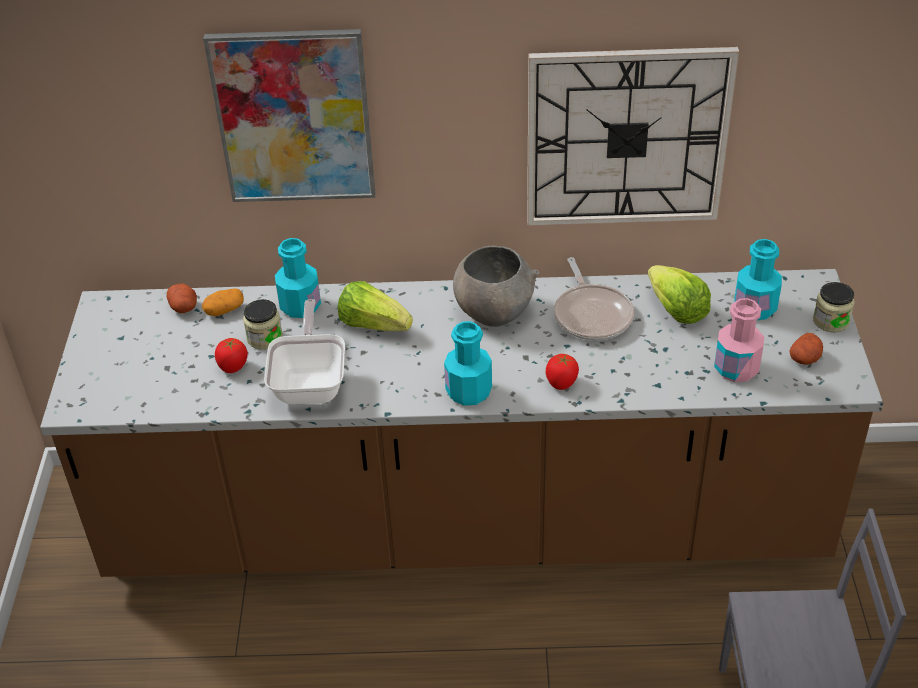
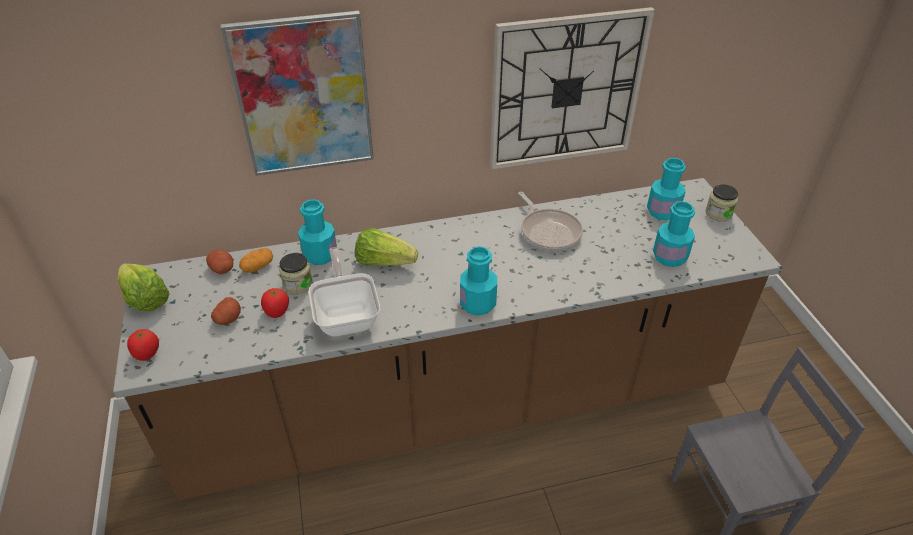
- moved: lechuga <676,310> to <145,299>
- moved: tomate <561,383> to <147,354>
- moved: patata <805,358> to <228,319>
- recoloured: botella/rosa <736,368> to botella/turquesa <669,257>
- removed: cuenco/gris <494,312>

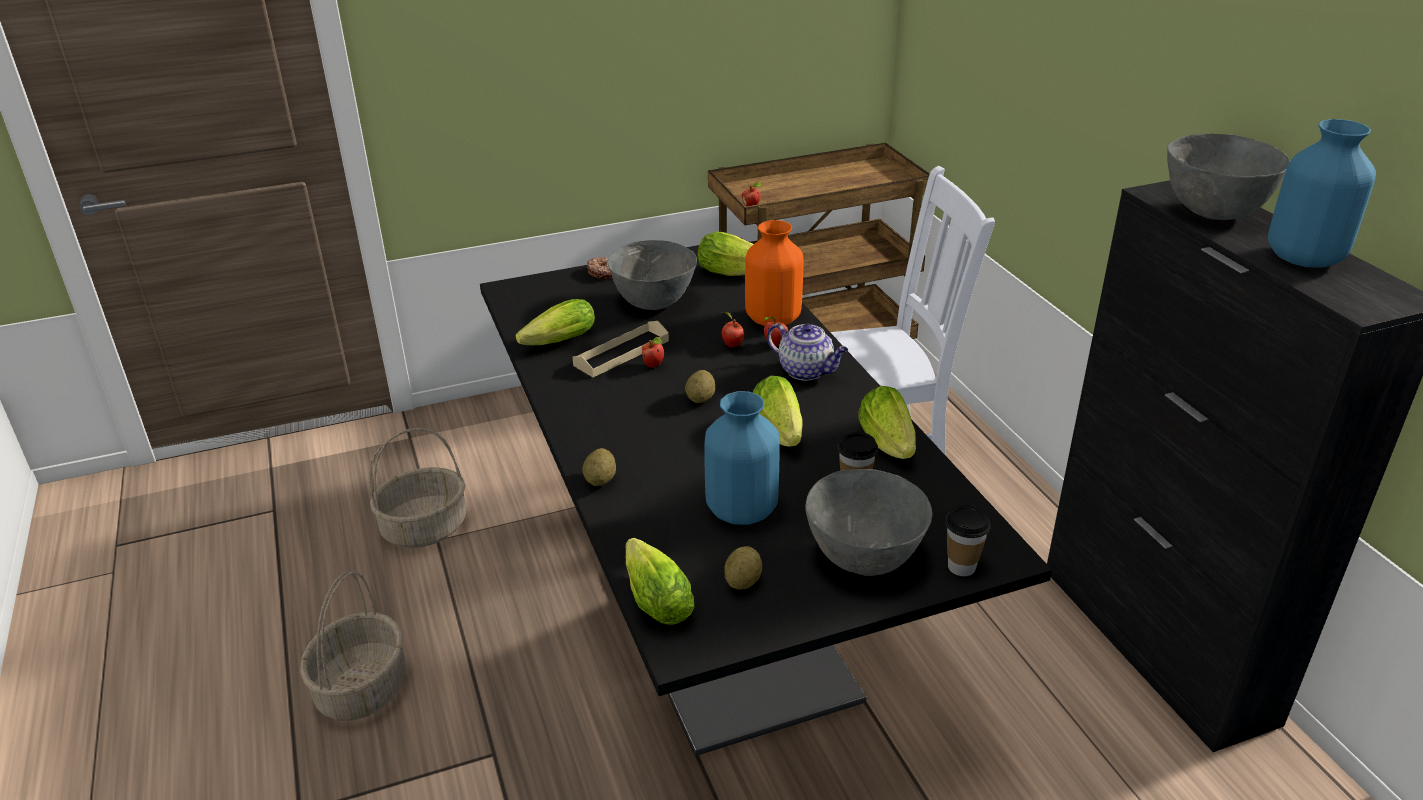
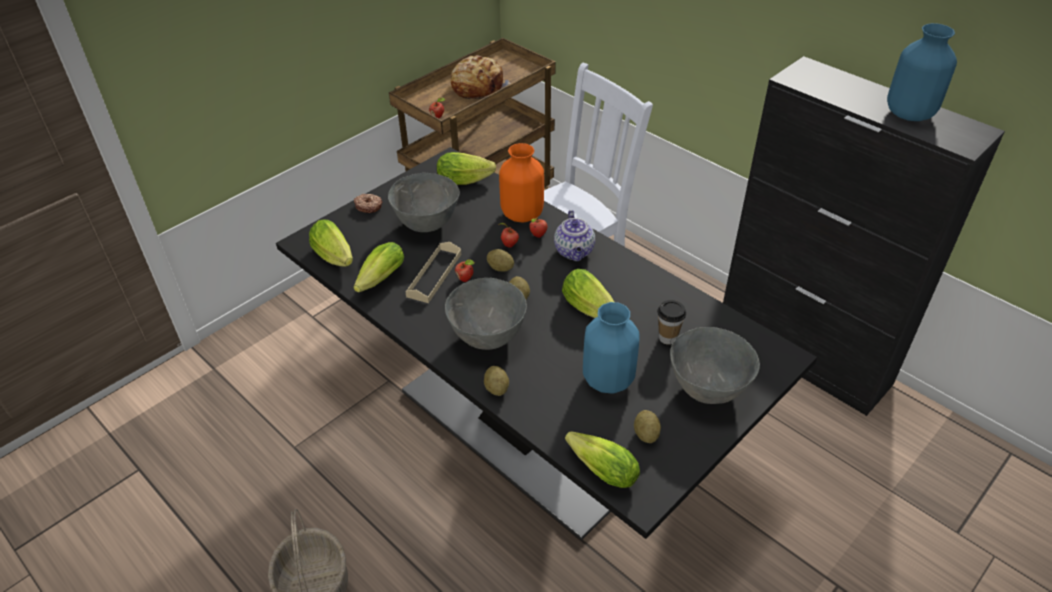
- moved: lechuga <889,445> to <335,257>
- moved: cuenco/gris <1214,213> to <488,337>
- added: pan <478,86>
- added: patata <500,268>
- turned: tetera <807,371> = <574,252> 75 degrees clockwise
- removed: cesta <424,529>
- removed: taza <961,567>

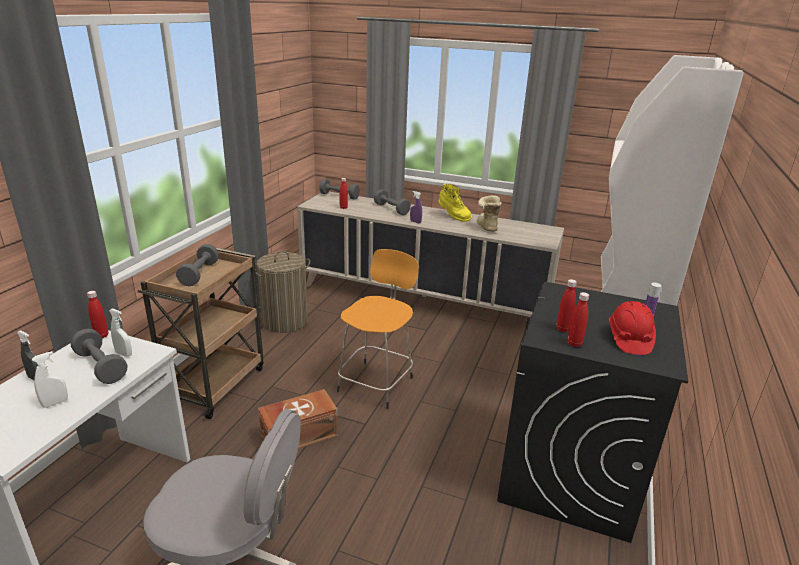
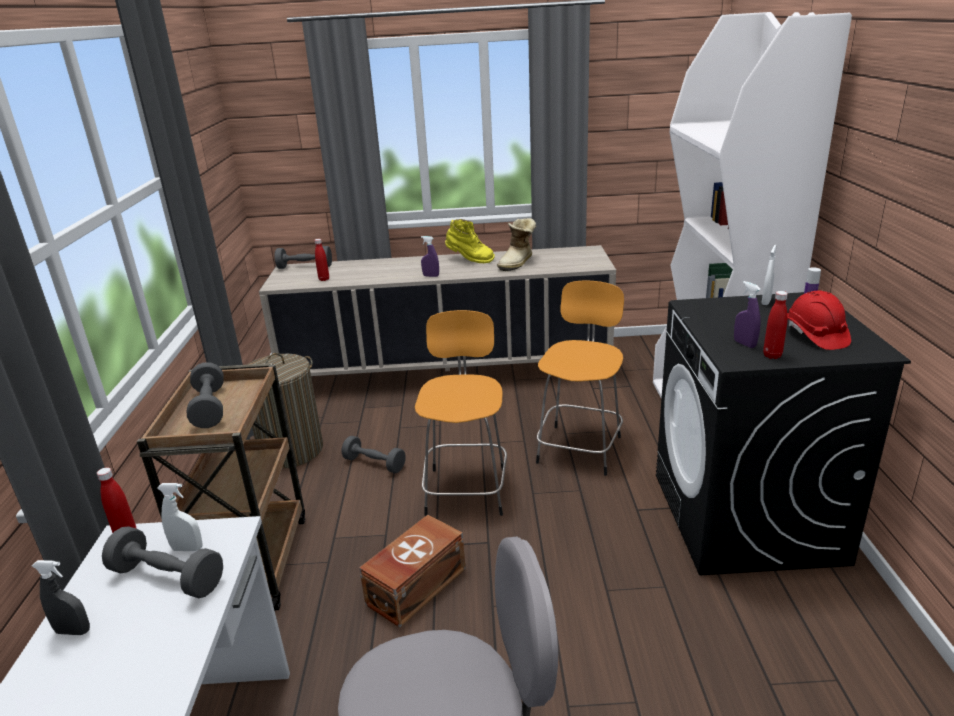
- moved: mancuerna/gris <391,209> to <374,464>
- turned: bota <486,227> = <518,263> 120 degrees counterclockwise
- added: taburete/naranja <580,448>
- replaced: botella/rojo <563,329> to pulverizador/morado <744,344>
- moved: pulverizador/blanco <55,403> to <766,301>

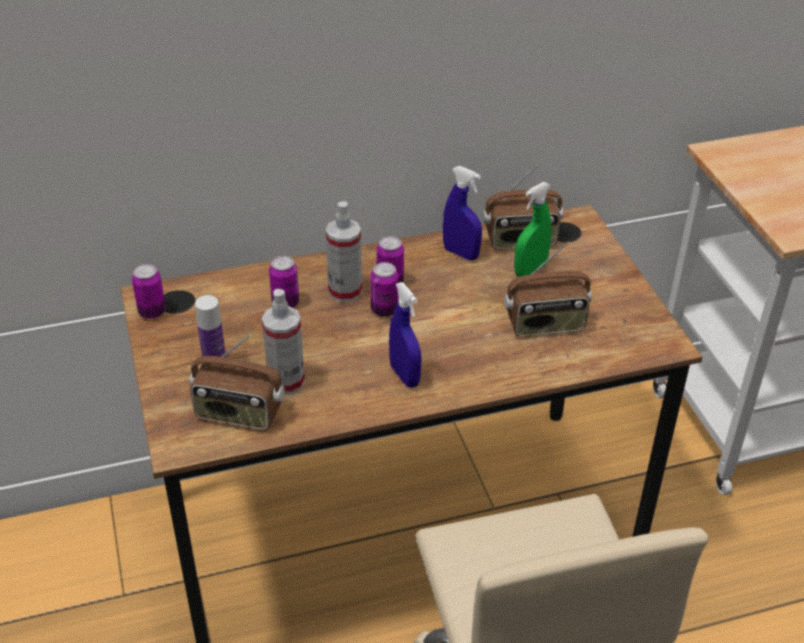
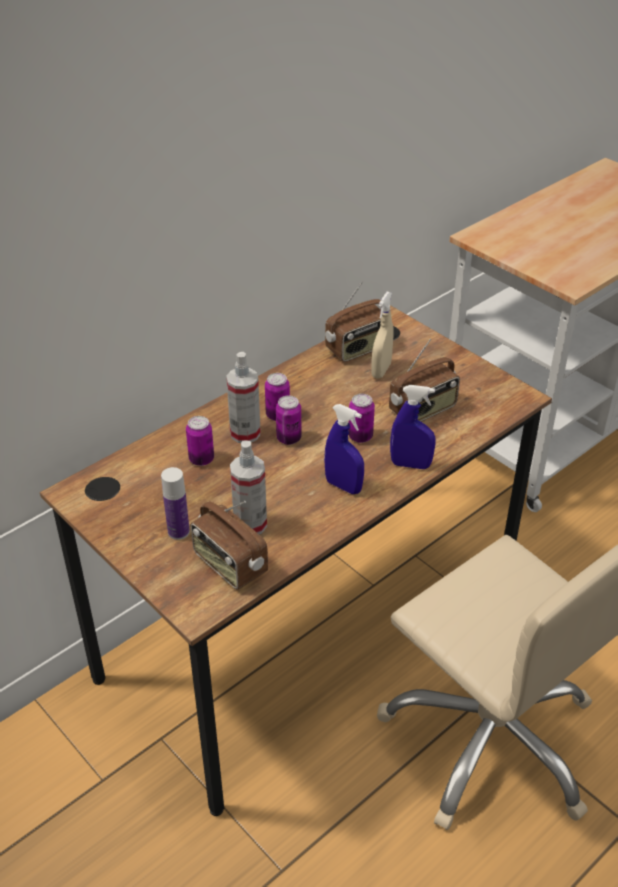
- turned: radio <238,414> = <229,565> 60 degrees clockwise
- moved: lata <152,312> to <360,436>
- recoloured: pulverizador/verde <530,270> to pulverizador/beis <381,370>
- moved: pulverizador/azul <461,253> to <410,464>

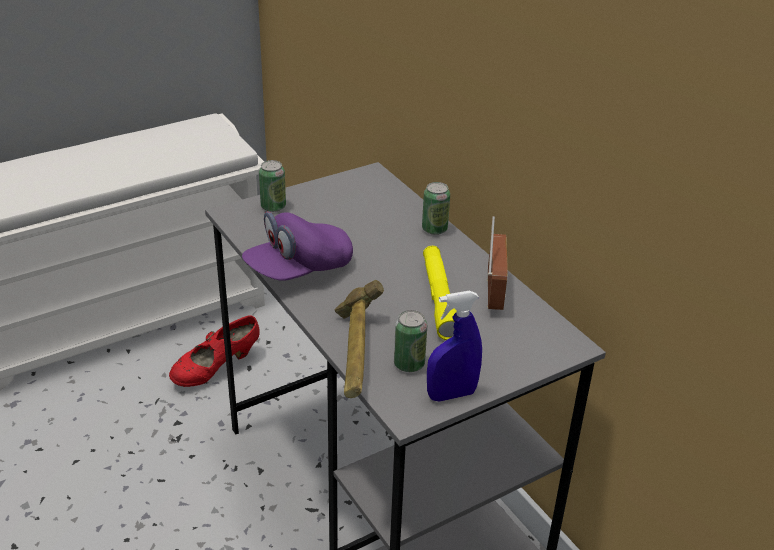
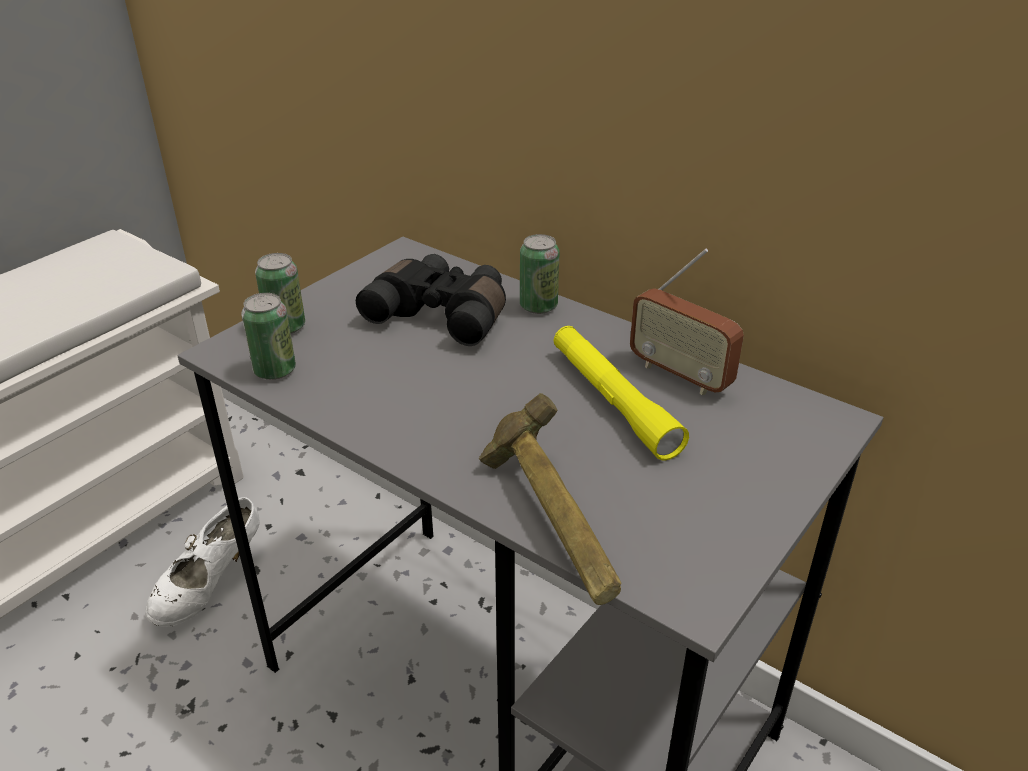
- recoloured: zapato/rojo <216,369> to zapato/blanco <210,586>
- moved: lata <409,364> to <275,370>
- added: prismáticos/negro <442,314>
- turned: radio <493,294> = <680,375> 150 degrees clockwise
- removed: gorra/morado <299,269>
- removed: pulverizador/azul <451,394>

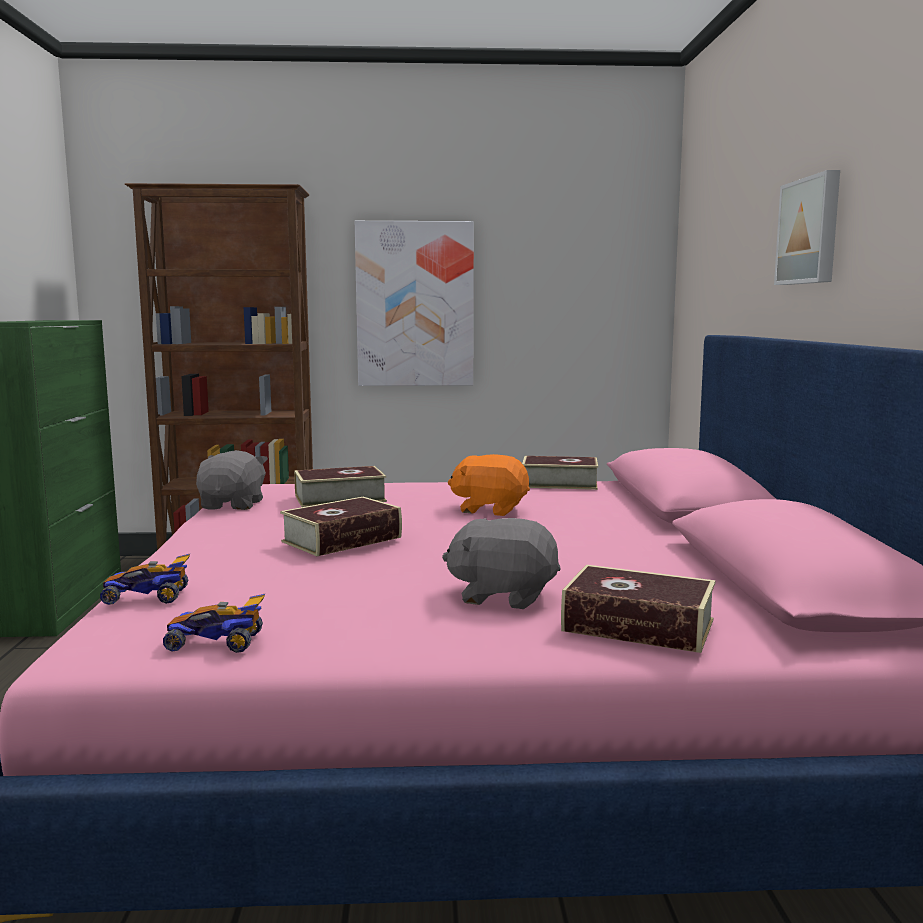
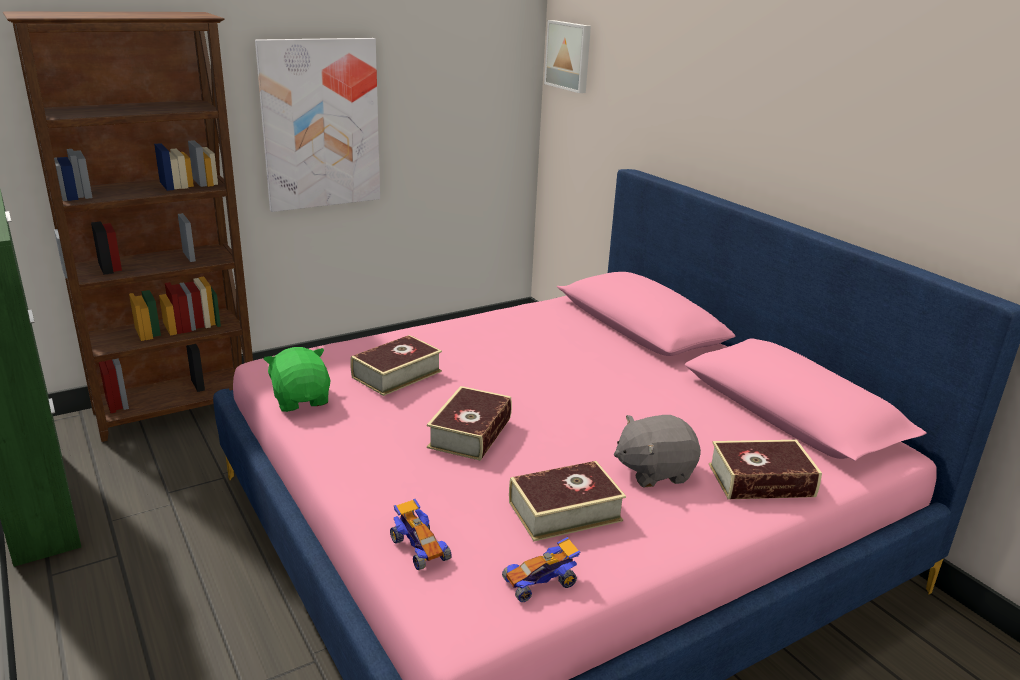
- recoloured: peluche/gris <233,505> to peluche/verde <301,399>
- turned: coche de juguete <149,597> = <419,548> 90 degrees counterclockwise
- moved: libro <559,483> to <564,511>
- moved: cuadro <811,231> to <569,56>
- removed: peluche/naranja <490,509>

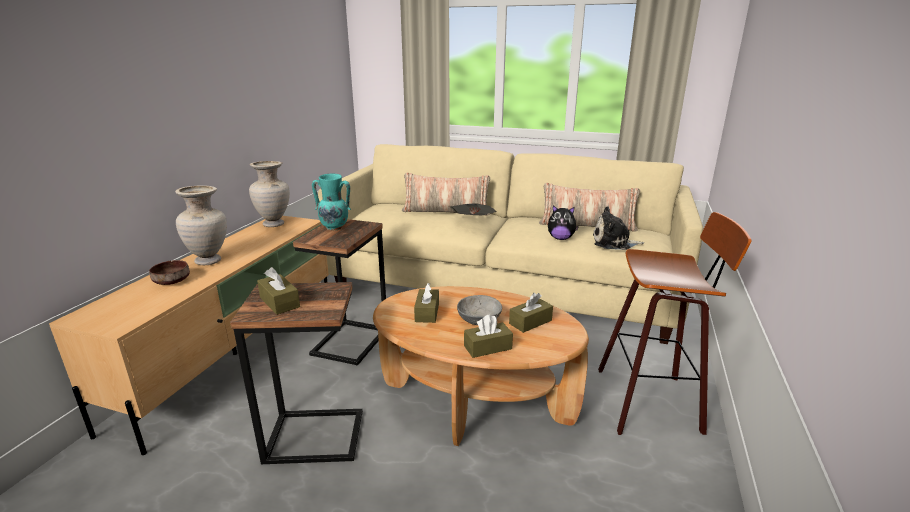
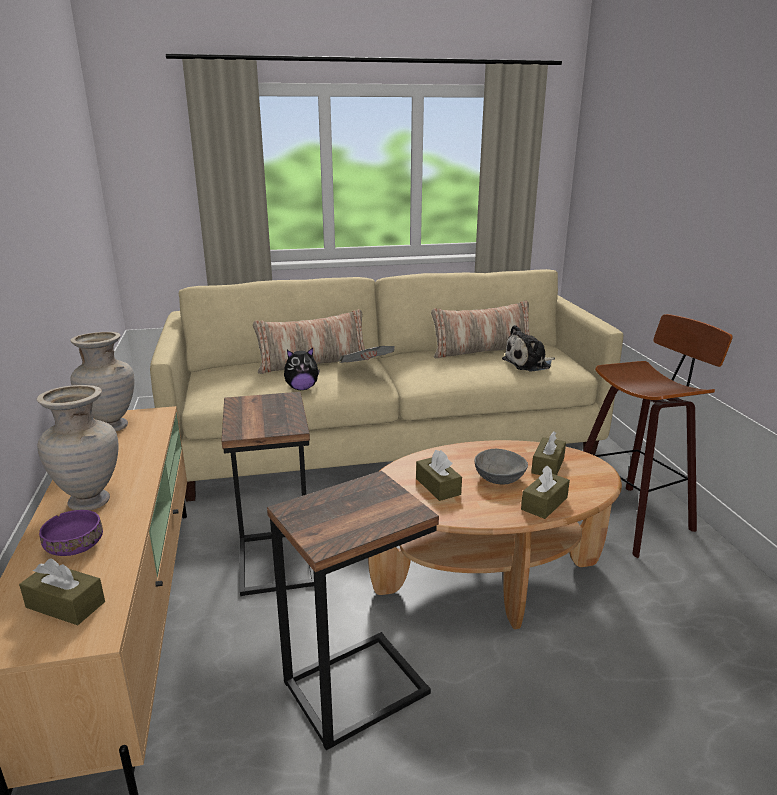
- moved: caja de pañuelos/marrón <279,302> to <65,605>
- recoloured: cuenco/marrón <171,281> to cuenco/morado <75,547>
- moved: peluche <560,238> to <302,388>
- removed: florero/turquesa <335,228>

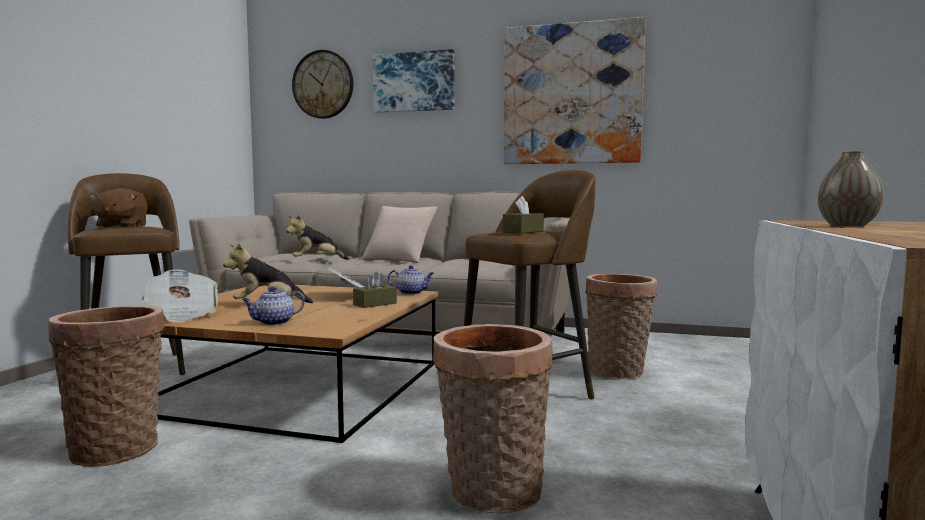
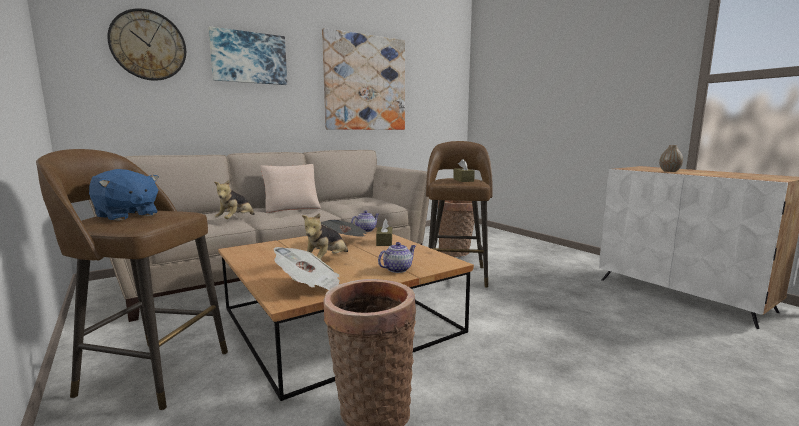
- recoloured: peluche/marrón <121,226> to peluche/azul <126,215>
- turned: tetera <274,323> = <398,269> 135 degrees counterclockwise
- removed: cesta <492,494>

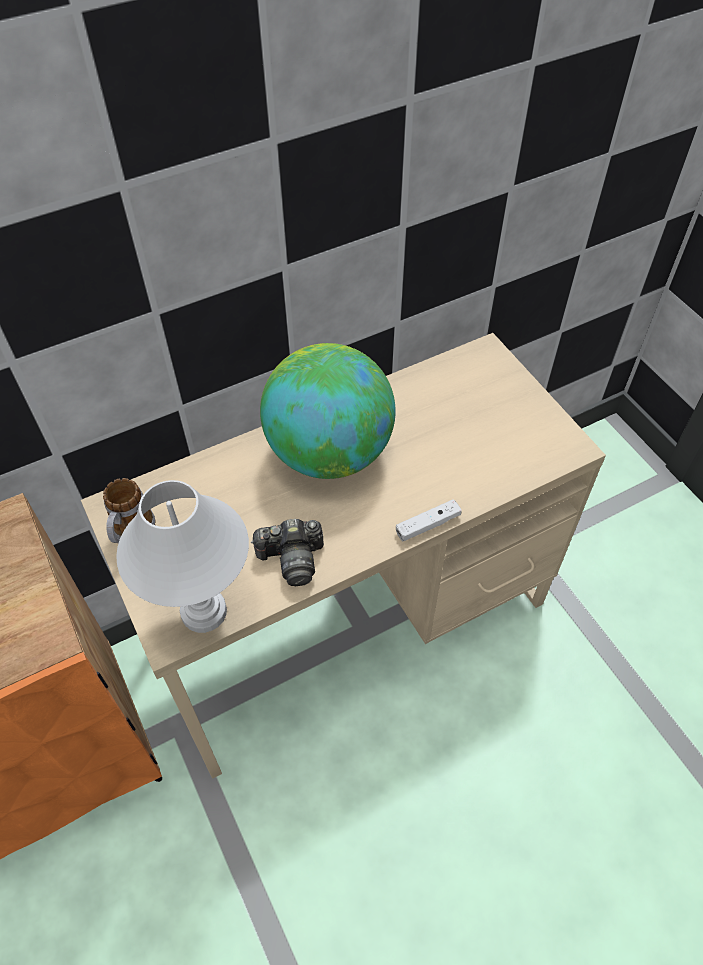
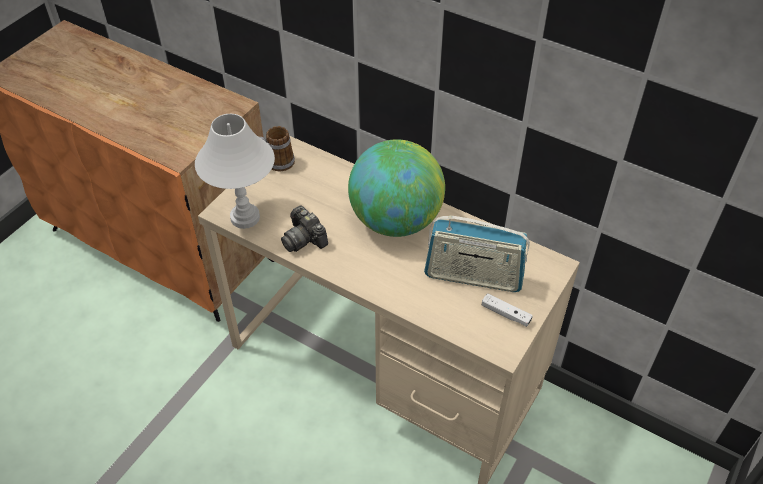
- added: radio <473,276>
- moved: mando de consola/blanco <428,525> to <505,314>

